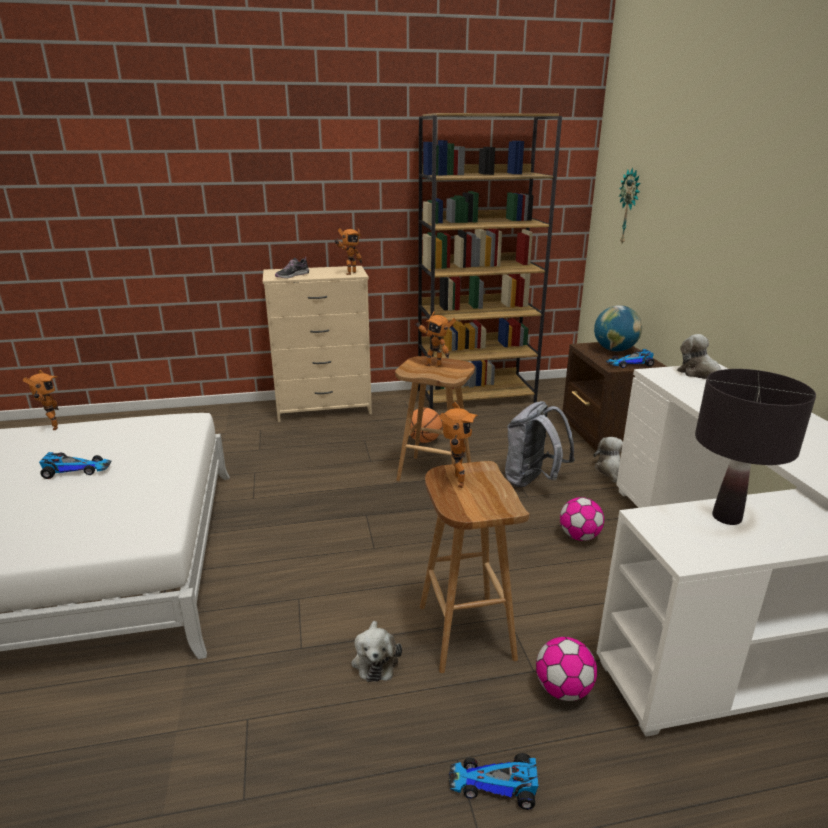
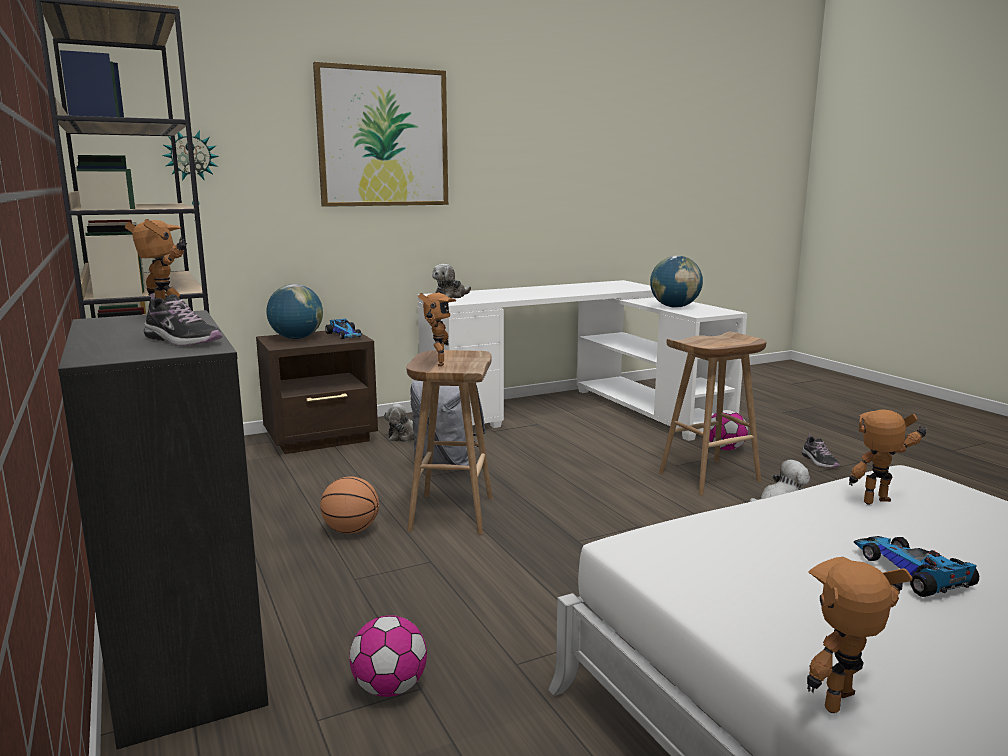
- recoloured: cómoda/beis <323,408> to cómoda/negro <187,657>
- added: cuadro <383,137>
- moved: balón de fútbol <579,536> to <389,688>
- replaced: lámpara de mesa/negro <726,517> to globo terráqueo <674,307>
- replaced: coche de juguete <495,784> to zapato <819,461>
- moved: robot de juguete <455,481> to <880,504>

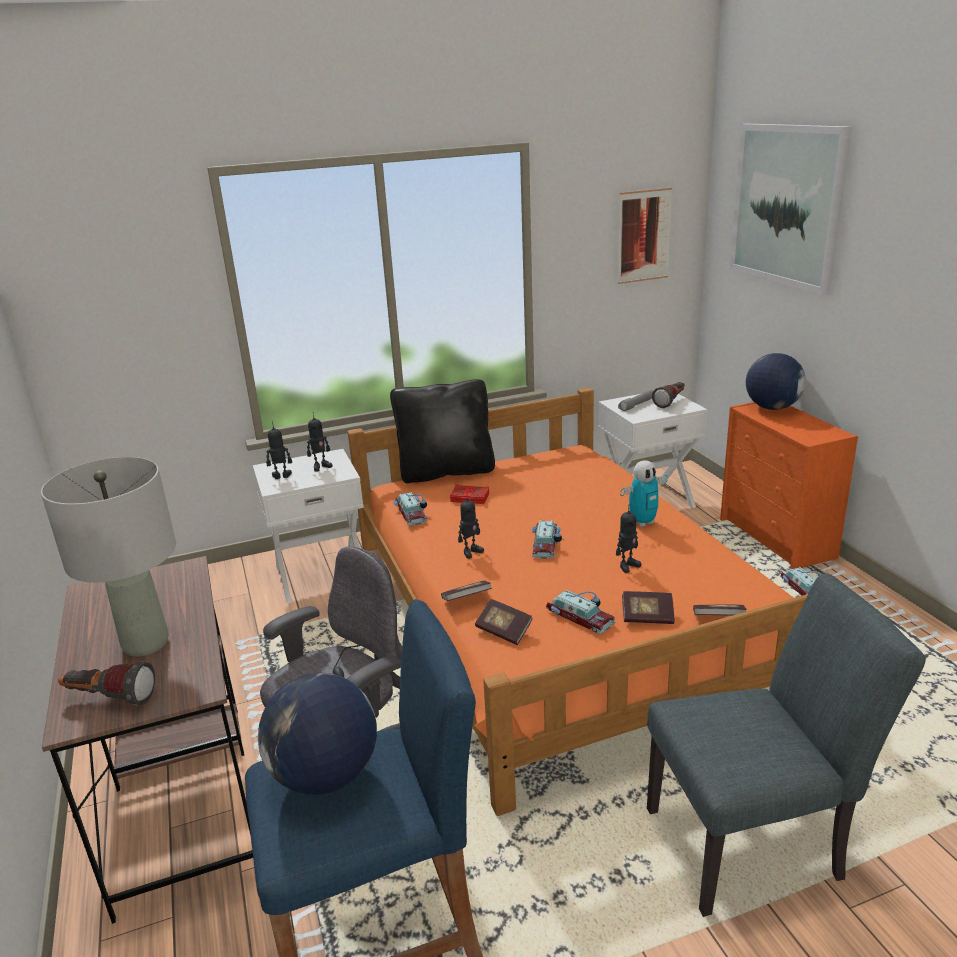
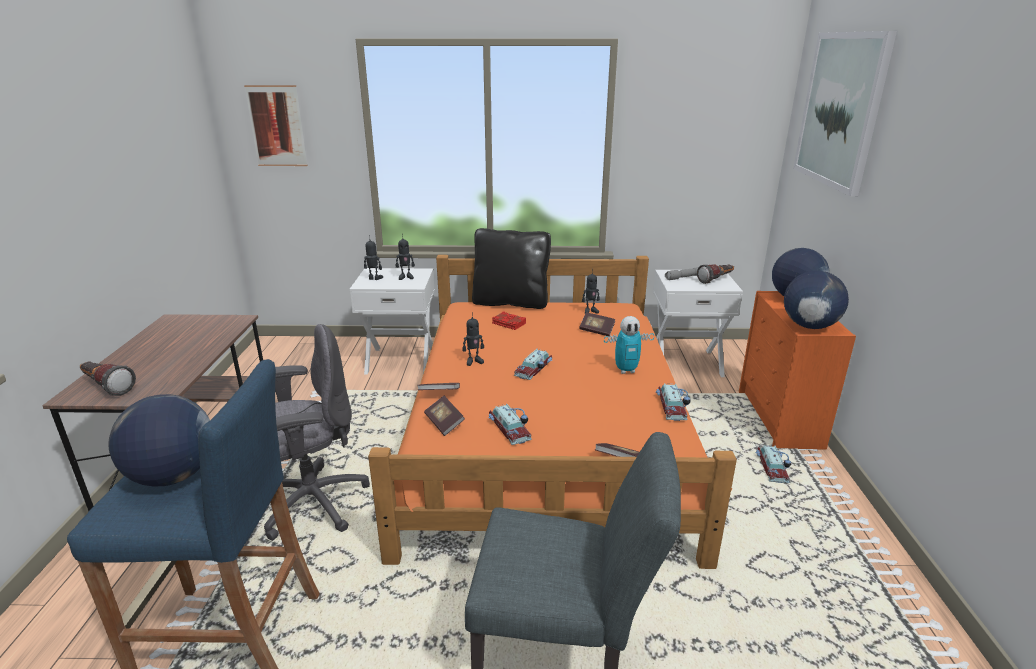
- moved: cuadro <644,236> to <277,126>
- moved: libro <647,617> to <596,331>
- moved: robot de juguete <627,566> to <590,311>
- moved: coche de juguete <412,512> to <673,406>
- added: globo terráqueo <809,326>
- removed: lámpara de mesa/gris <146,643>

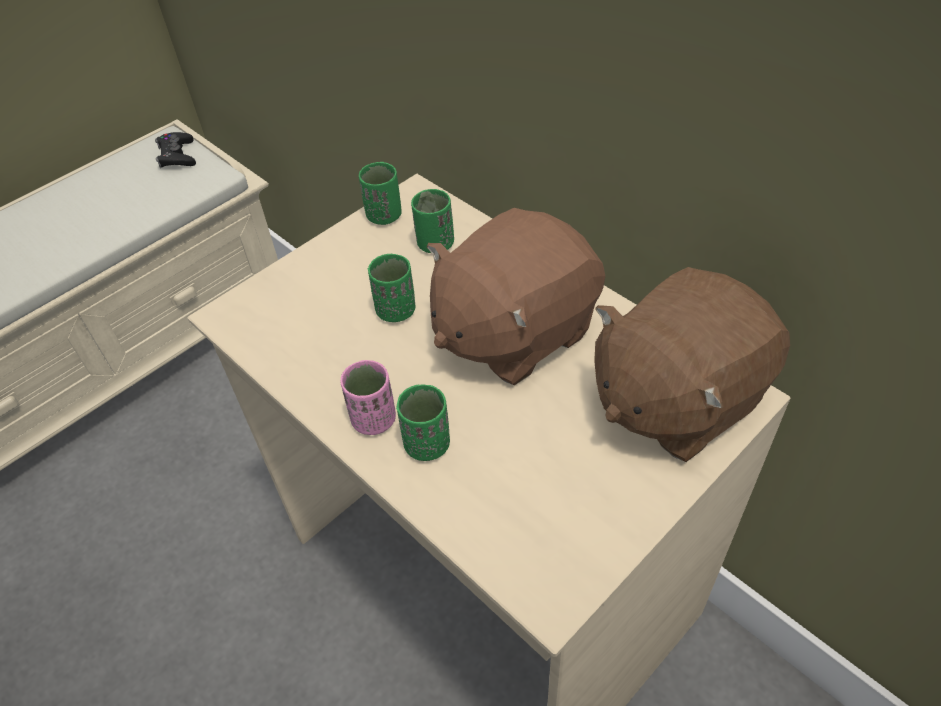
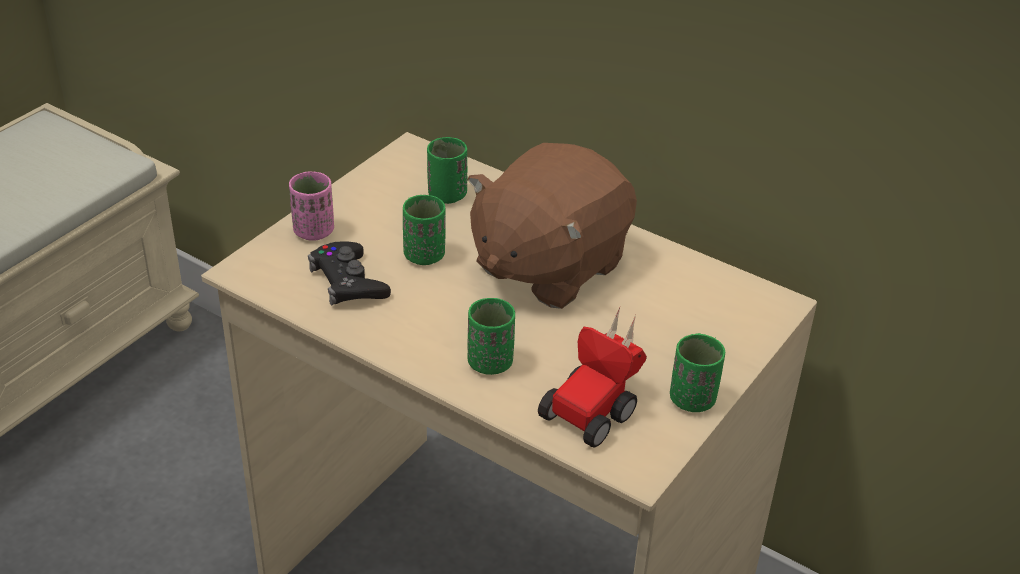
- moved: taza/rosa <374,419> to <314,231>
- moved: mando de consola/negro <177,156> to <348,282>
- added: coche de juguete <596,408>
- moved: taza/verde <384,216> to <692,400>
- removed: peluche/marrón <676,398>

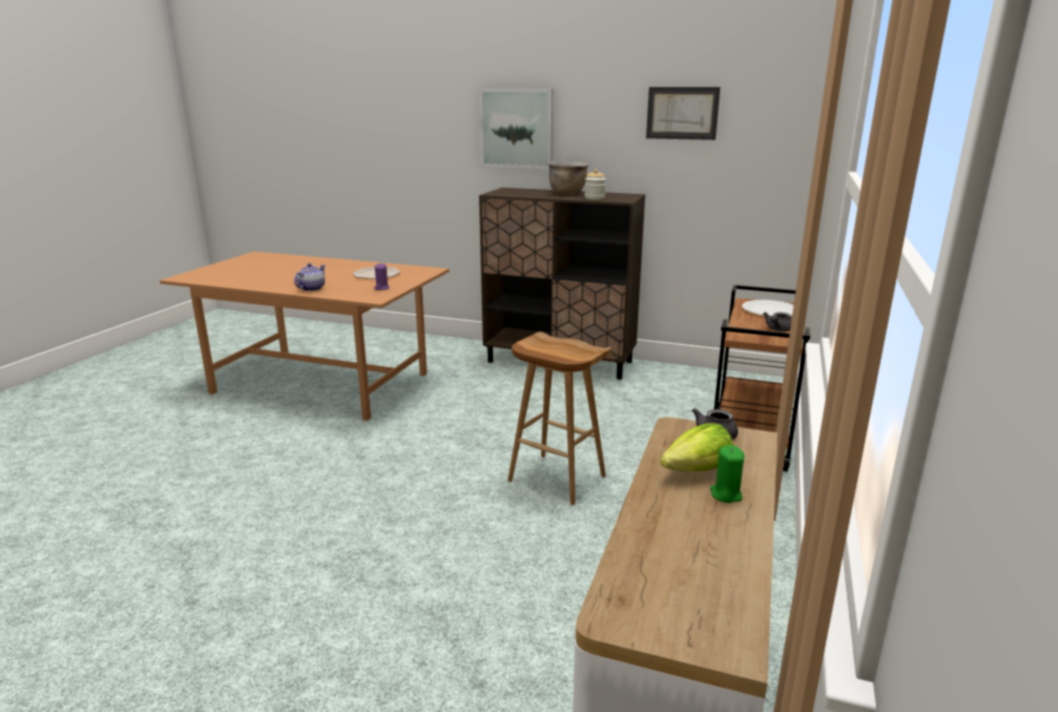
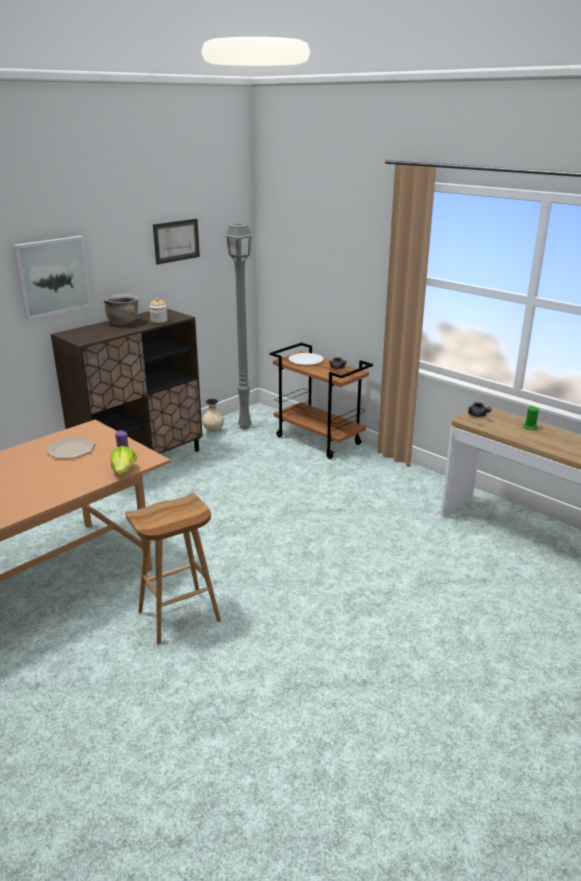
- moved: lechuga <697,471> to <124,471>
- moved: taburete/marrón <555,478> to <178,617>
- added: florero/beis <213,431>
- added: lámpara de pie/gris <243,426>
- removed: tetera <311,289>

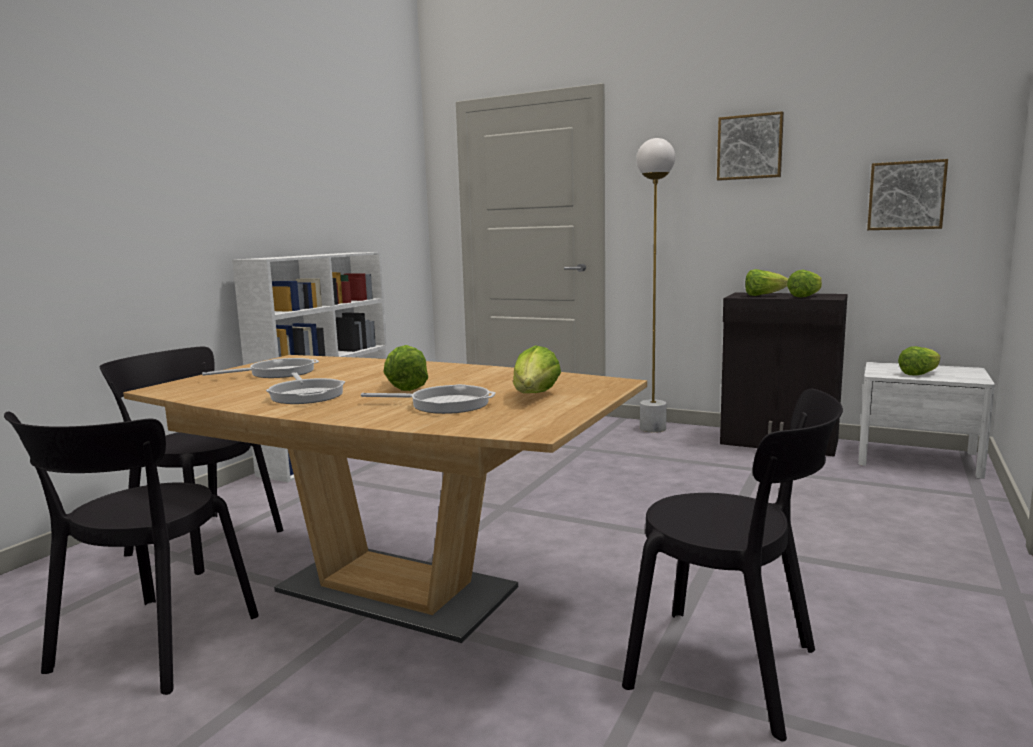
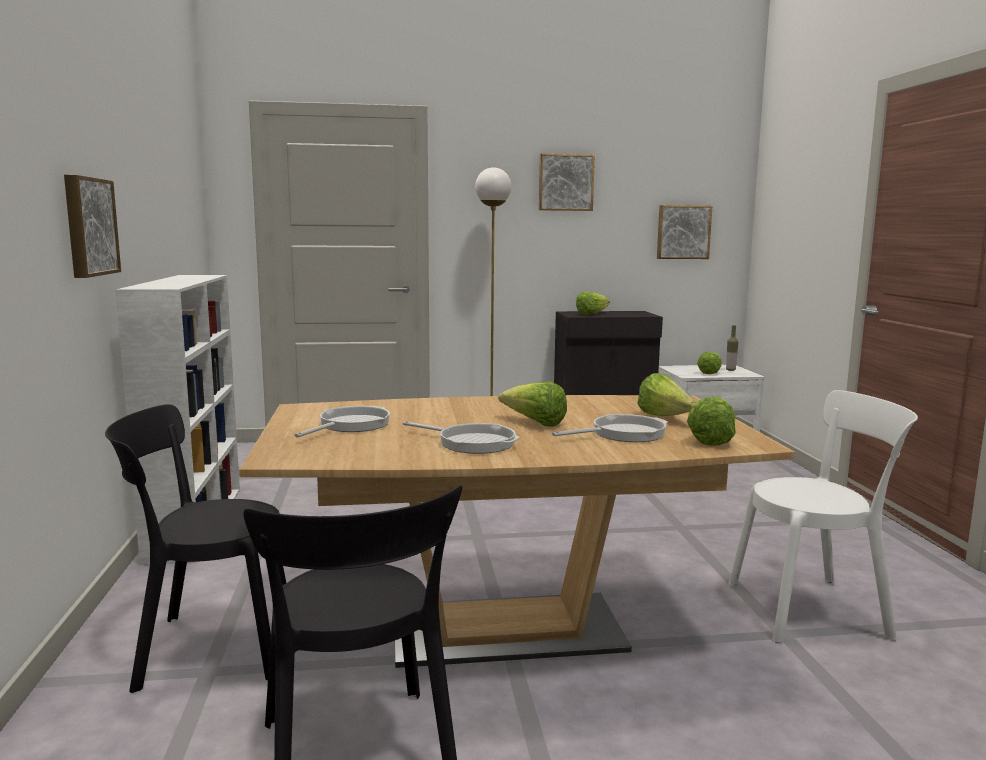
- added: cuadro <88,226>
- moved: lechuga <805,296> to <710,440>
- added: botella <730,370>
- recoloured: silla/negro <732,671> to silla/blanco <814,609>

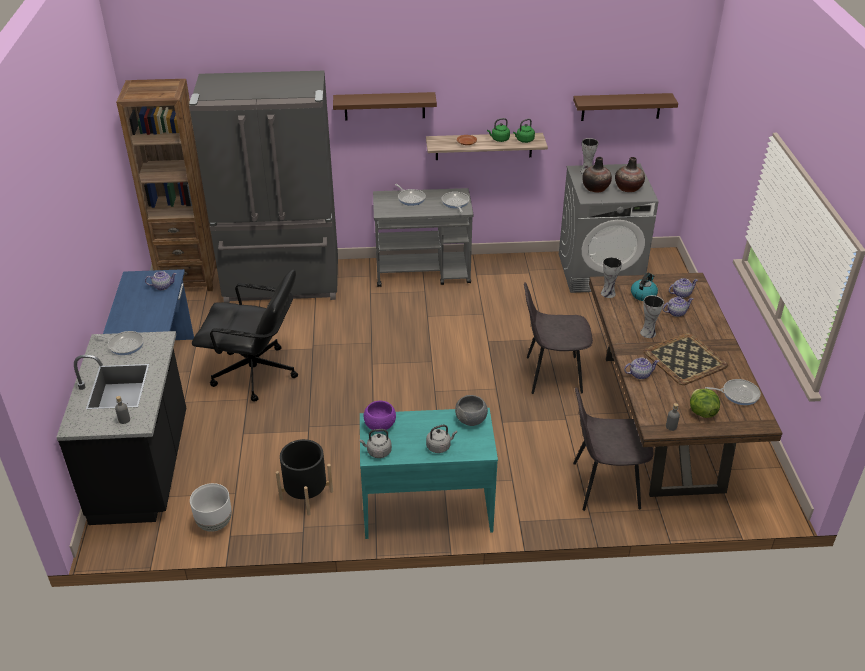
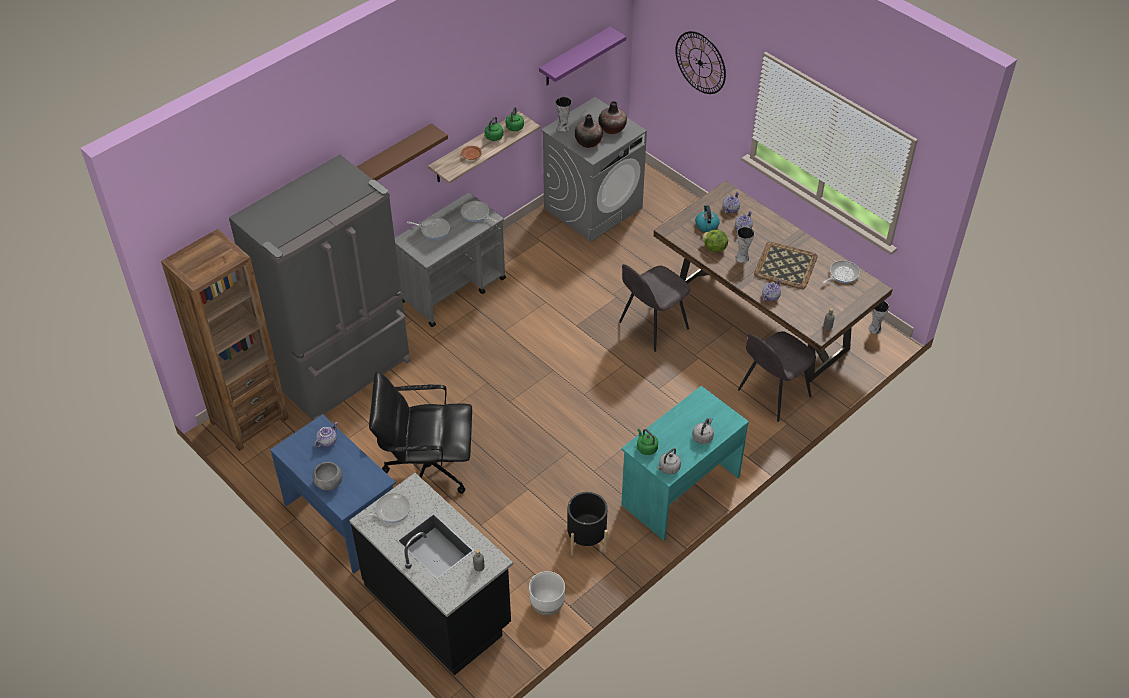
- moved: cuenco/gris <471,419> to <328,482>
- turned: silla de oficina/negro <255,374> = <427,470> 150 degrees counterclockwise
- recoloured: estante/marrón <621,107> to estante/morado <574,57>
- replaced: cuenco/morado <380,425> to hervidor/verde <646,447>
- added: reloj de pared <700,62>
- moved: lechuga <701,412> to <714,248>
- moved: florero <608,293> to <875,328>

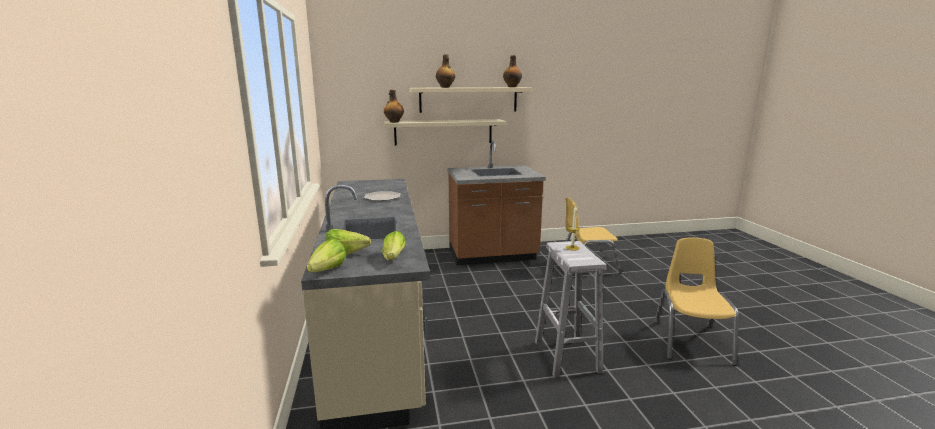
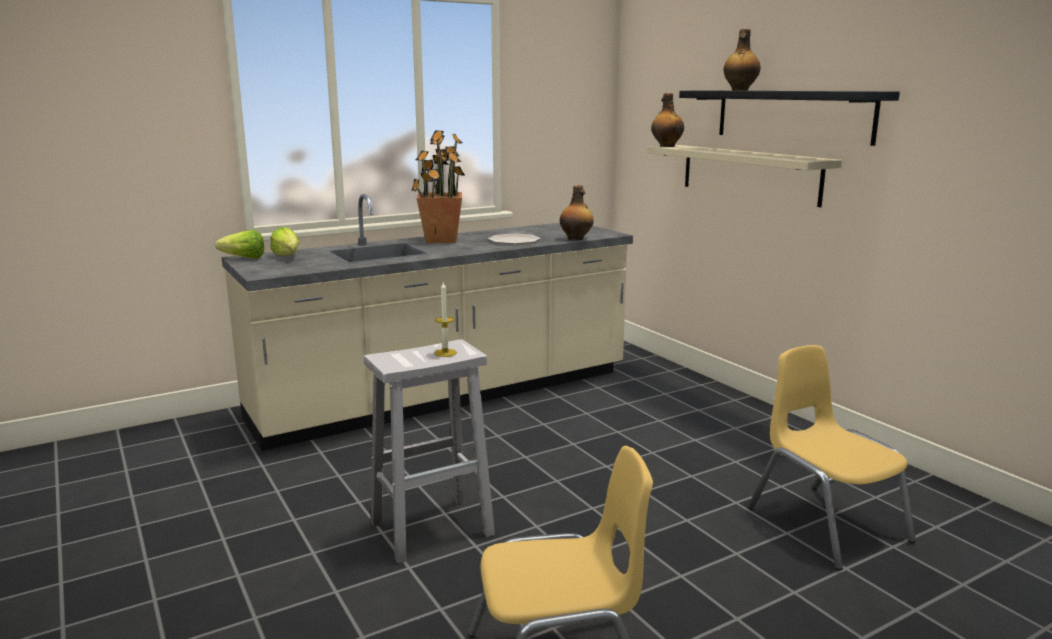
- added: planta en maceta <440,239>
- moved: botella <512,87> to <576,239>
- recoloured: estante/beis <468,99> to estante/negro <792,115>
- removed: lechuga <393,258>
- removed: mueble bajo de cocina/marrón <492,256>

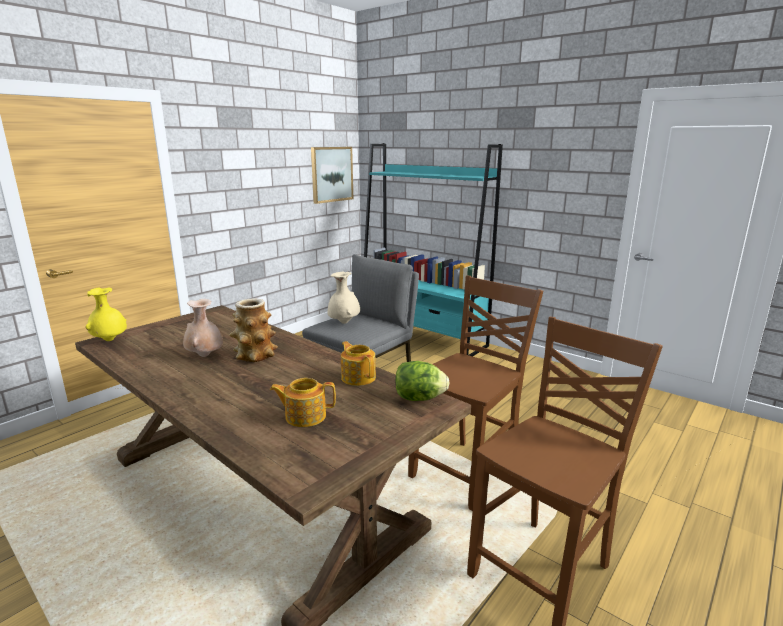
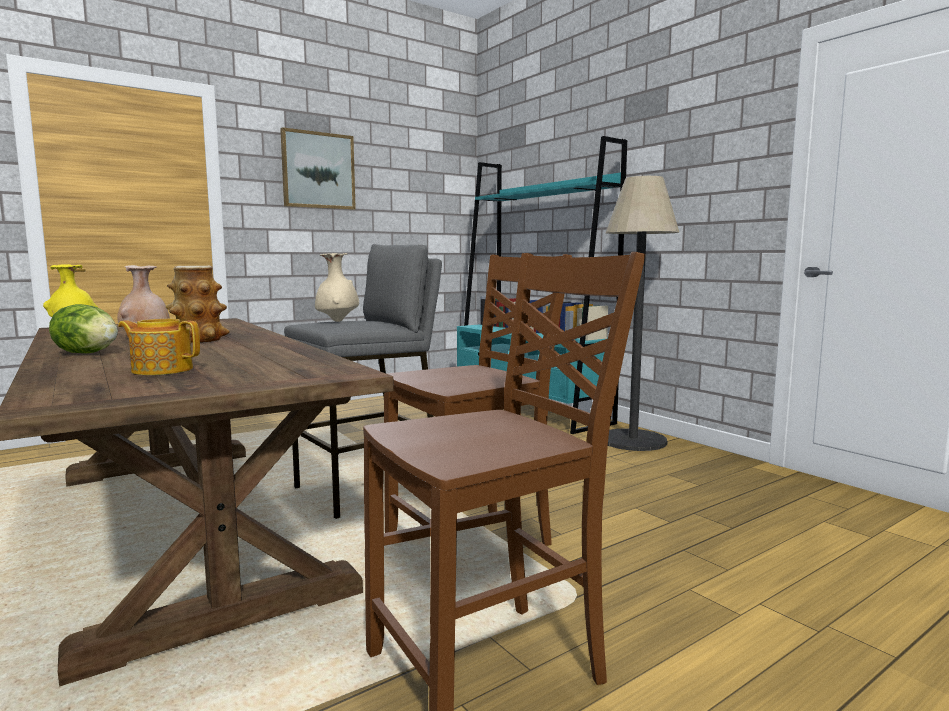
- moved: lechuga <419,398> to <87,353>
- moved: cuadro <331,174> to <318,170>
- added: lámpara de pie <633,440>
- removed: tetera <358,377>

